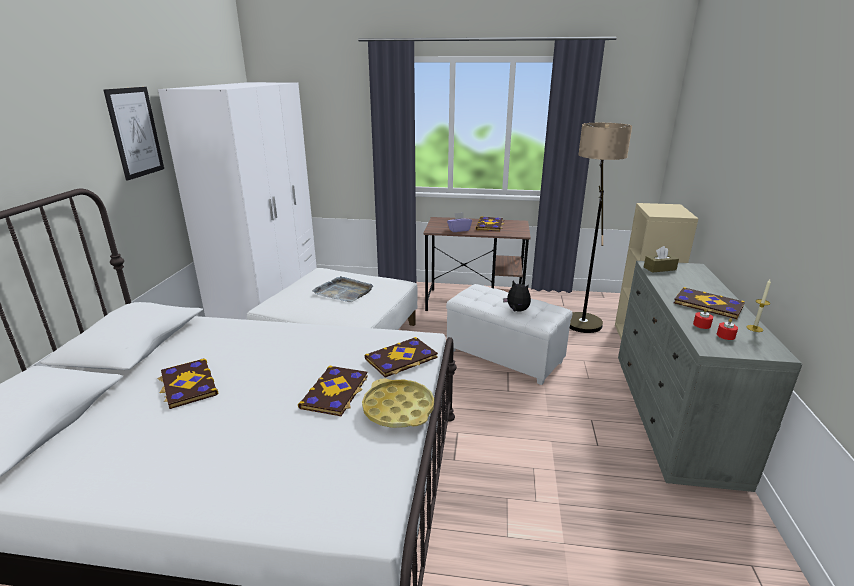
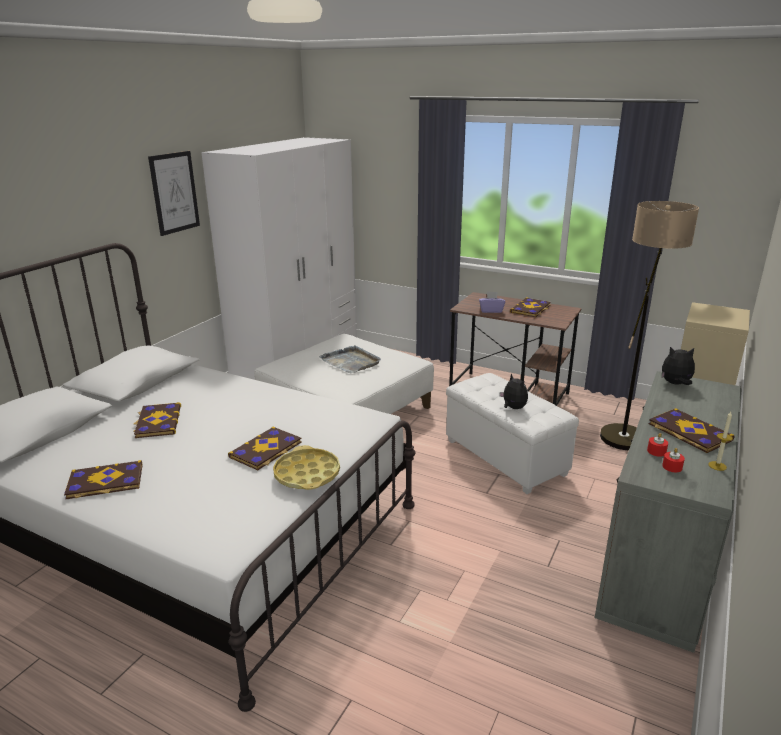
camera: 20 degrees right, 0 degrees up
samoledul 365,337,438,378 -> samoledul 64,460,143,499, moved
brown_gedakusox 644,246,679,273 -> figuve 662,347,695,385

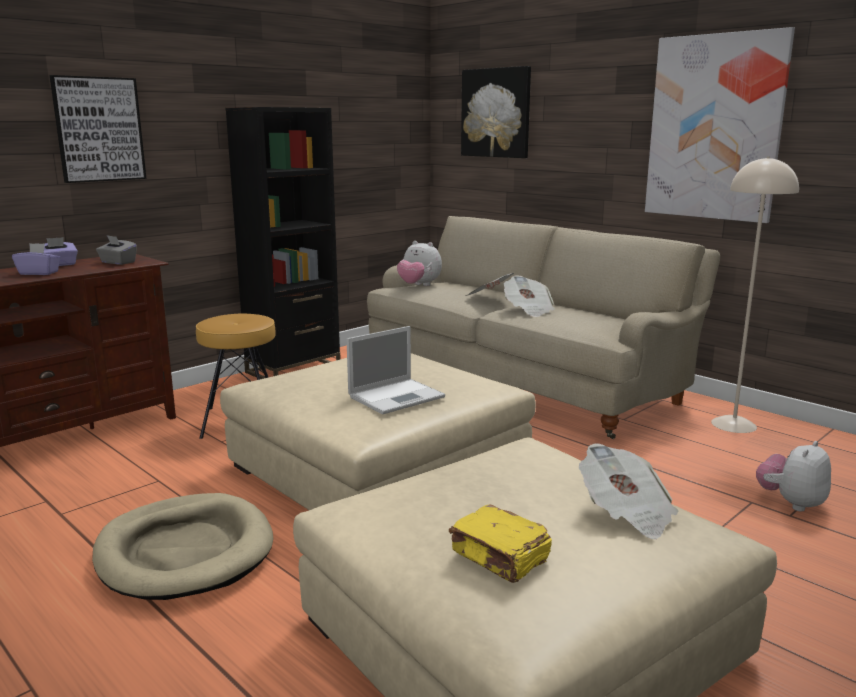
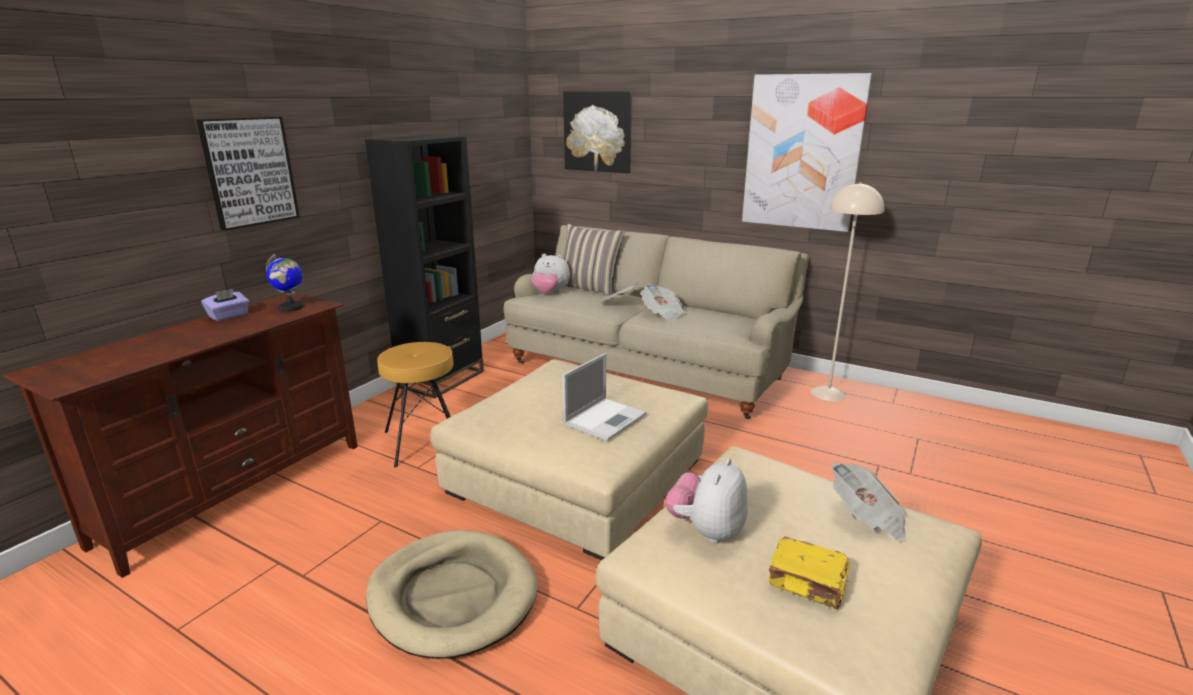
camera: 15 degrees left, 5 degrees up
grey_gedakusox 96,235,137,265 -> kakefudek 266,254,304,312
none -> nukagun 563,224,625,296
figuve 756,441,831,512 -> figuve 665,458,748,543, moved
purple_gedakusox 12,243,61,275 -> none

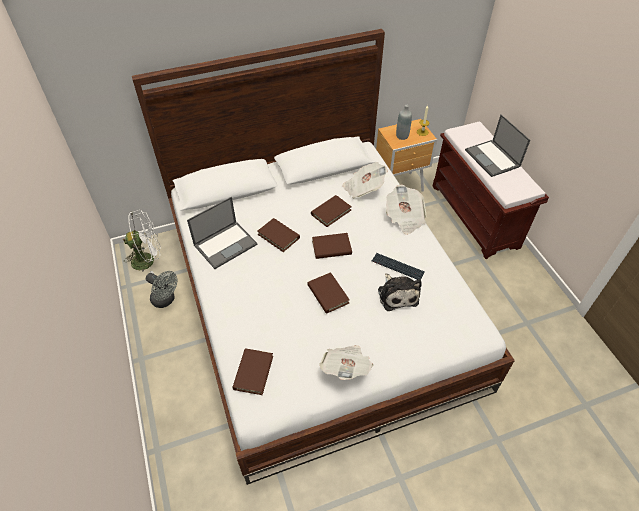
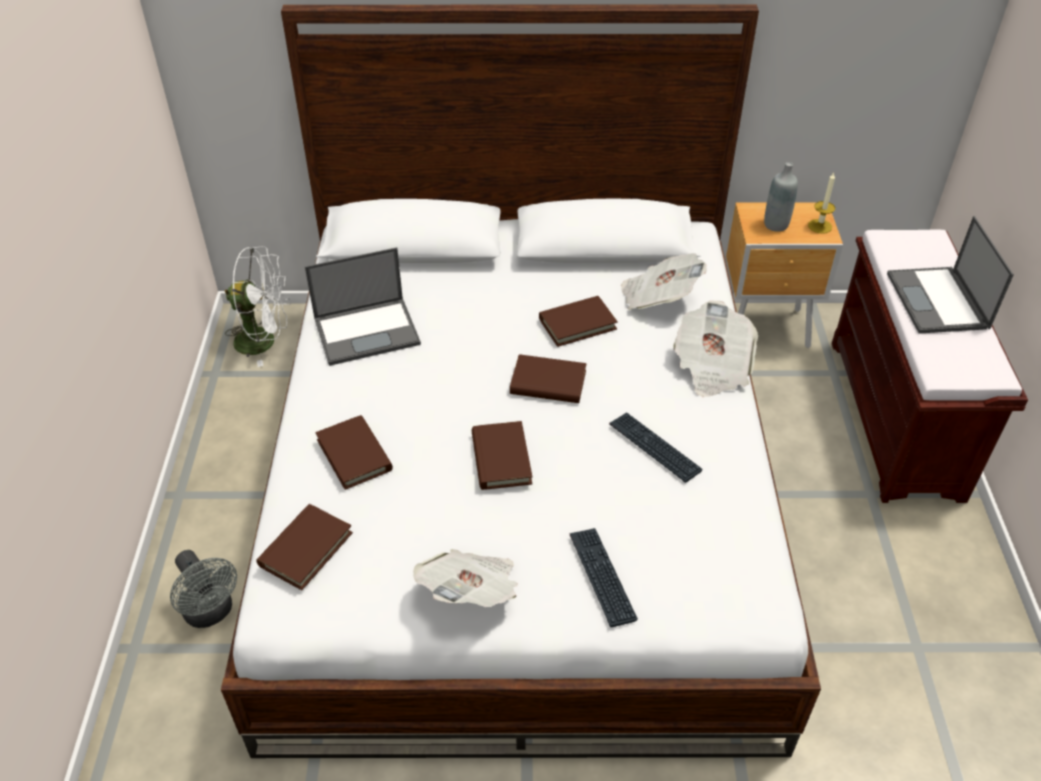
camera: 20 degrees right, 5 degrees down
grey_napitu 146,271,177,308 -> grey_napitu 170,550,237,628, moved
brown_samoledul 257,218,300,252 -> brown_samoledul 315,415,393,490, moved
none -> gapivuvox 569,528,638,627
figuve 378,273,422,311 -> none

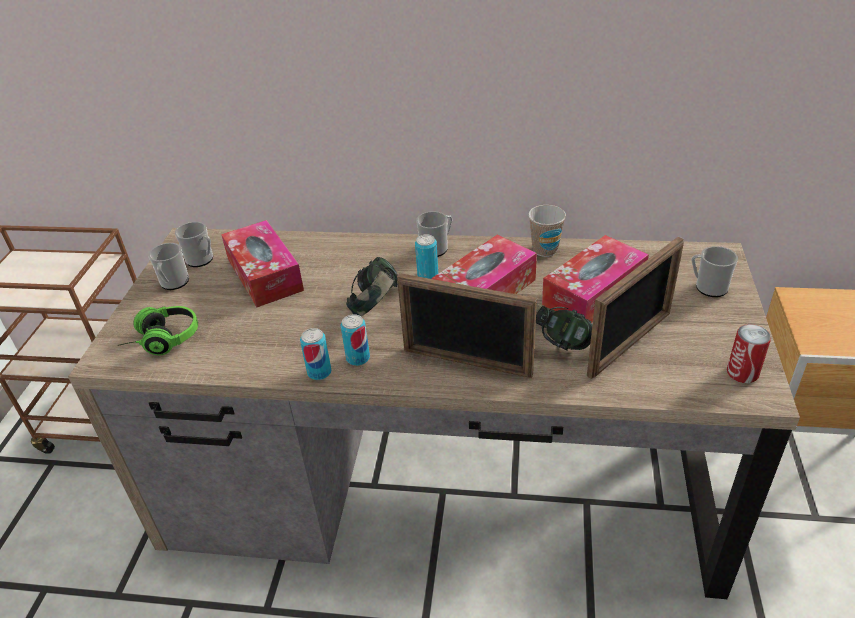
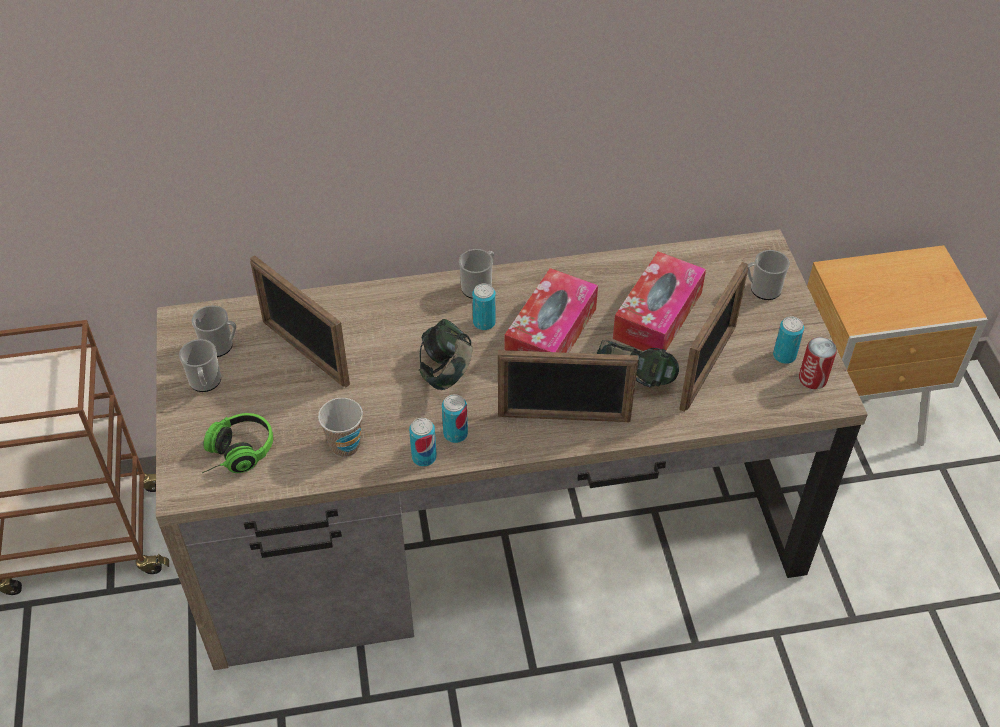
camera: 20 degrees left, 10 degrees up
gedakusox 221,220,304,307 -> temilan 250,255,350,388
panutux 528,205,566,257 -> panutux 318,398,363,457, moved
none -> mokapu 773,317,804,364

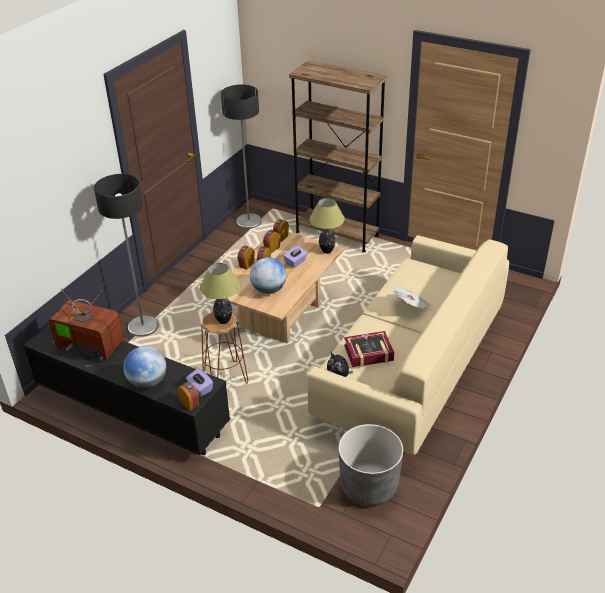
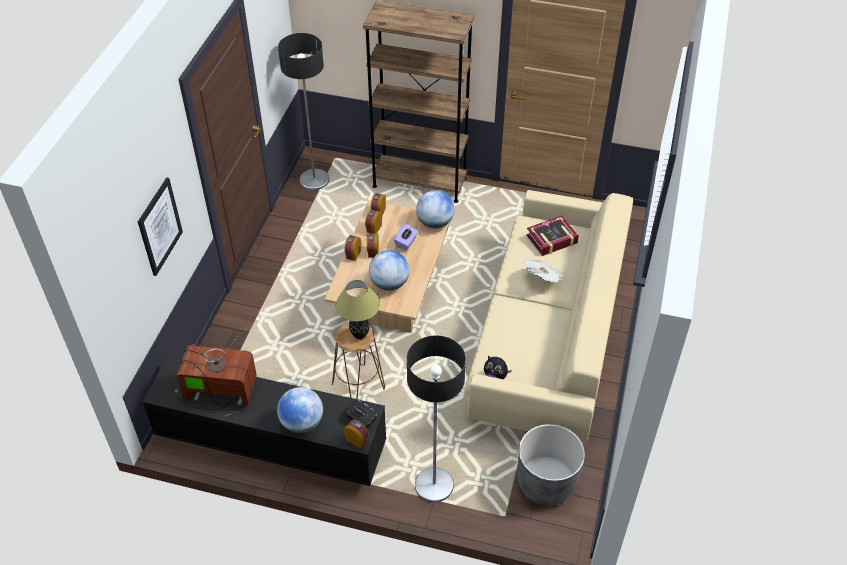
camera: 15 degrees left, 10 degrees up
none -> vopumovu 138,177,183,276
purple_gedakusox 186,368,213,397 -> black_gedakusox 345,399,377,428
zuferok 94,174,159,337 -> zuferok 407,335,466,503, moved
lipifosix 309,198,345,254 -> kakefudek 416,190,454,229
samoledul 344,331,394,367 -> samoledul 526,216,579,256, moved

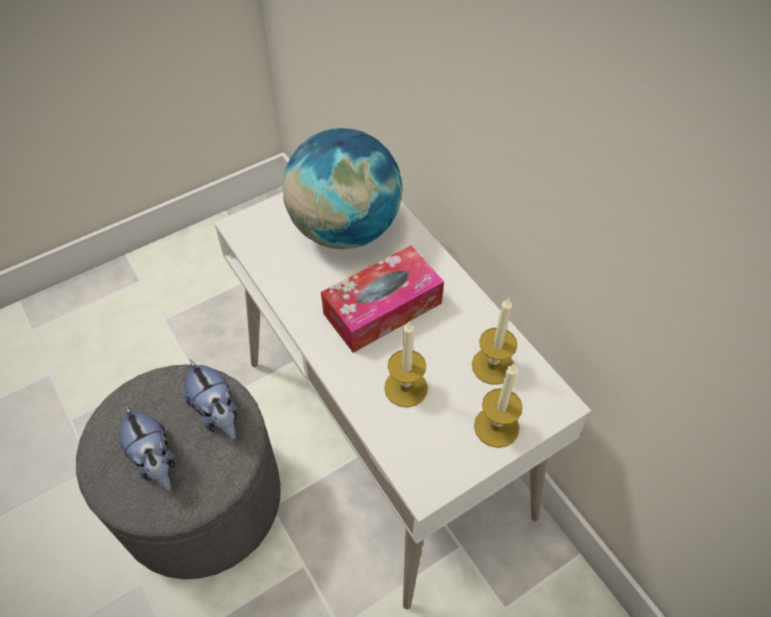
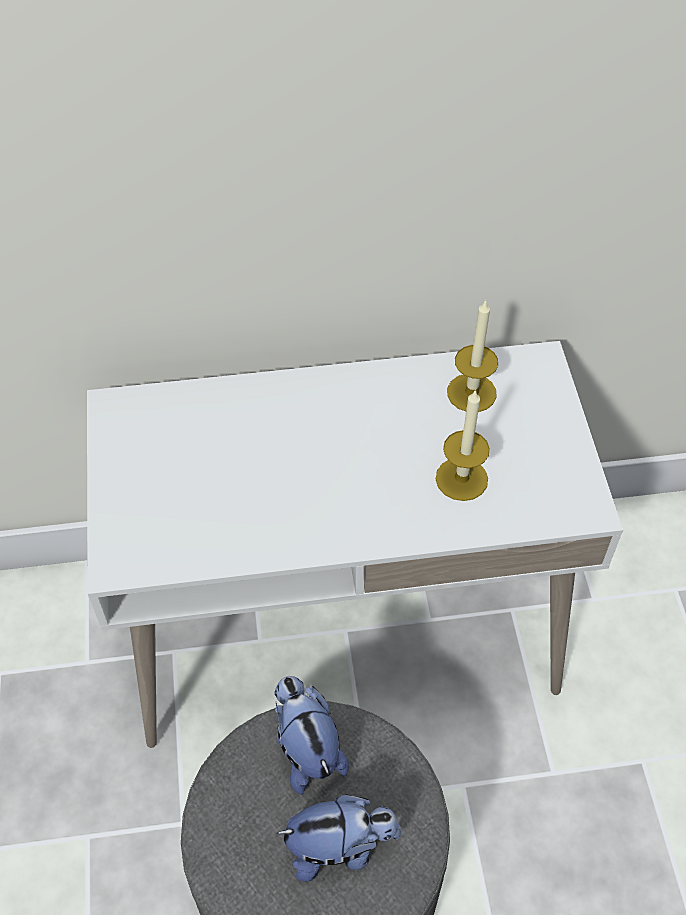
camera: 65 degrees left, 0 degrees up
figuve 184,359,238,440 -> figuve 274,676,349,795, 105 degrees counterclockwise
kakefudek 282,128,402,249 -> none
gedakusox 321,245,444,353 -> none
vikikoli 474,363,523,448 -> none

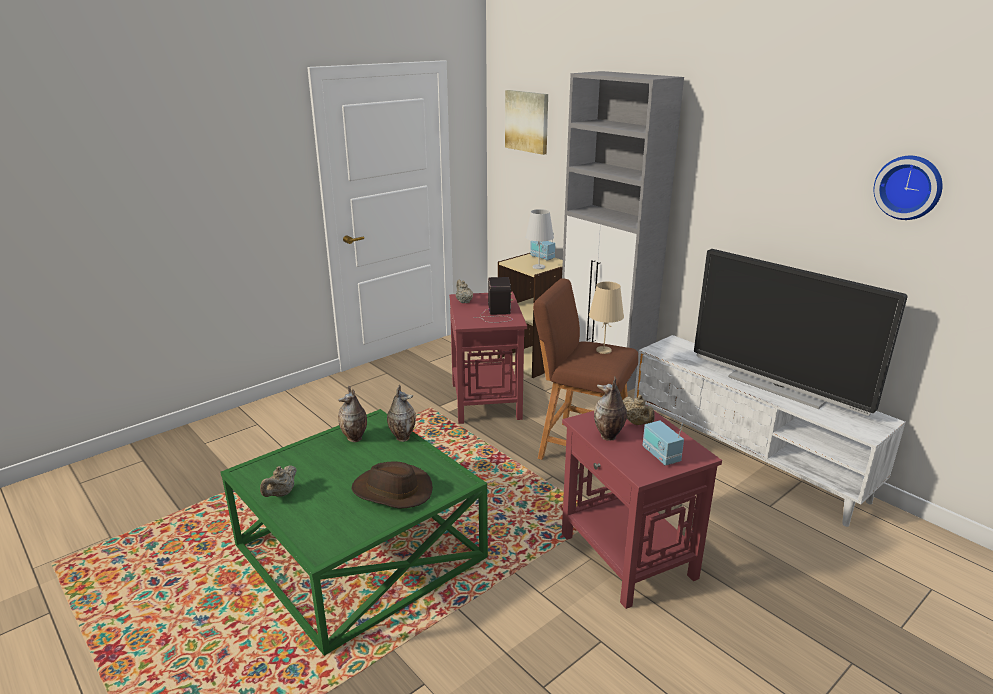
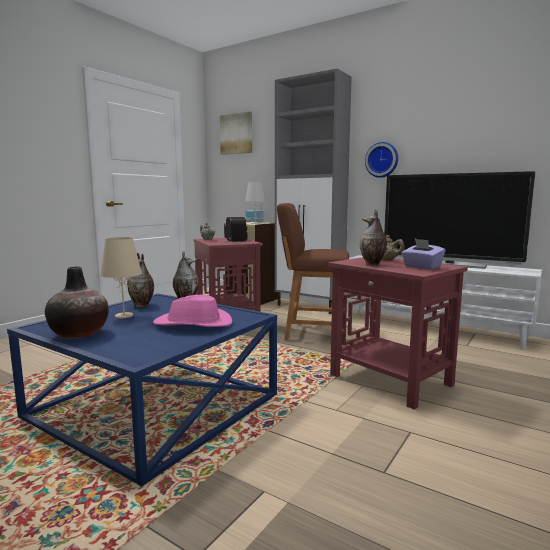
camera: 15 degrees left, 15 degrees down
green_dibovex 220,409,488,656 -> blue_dibovex 7,294,277,487
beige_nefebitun 260,465,297,497 -> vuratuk 45,266,109,338
beige_lipifosix 589,282,624,354 -> beige_lipifosix 100,237,142,318, moved
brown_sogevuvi 351,462,433,509 -> pink_sogevuvi 153,295,232,327
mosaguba 874,156,943,220 -> mosaguba 365,142,398,178, moved
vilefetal 643,420,684,465 -> purple_gedakusox 402,239,445,269

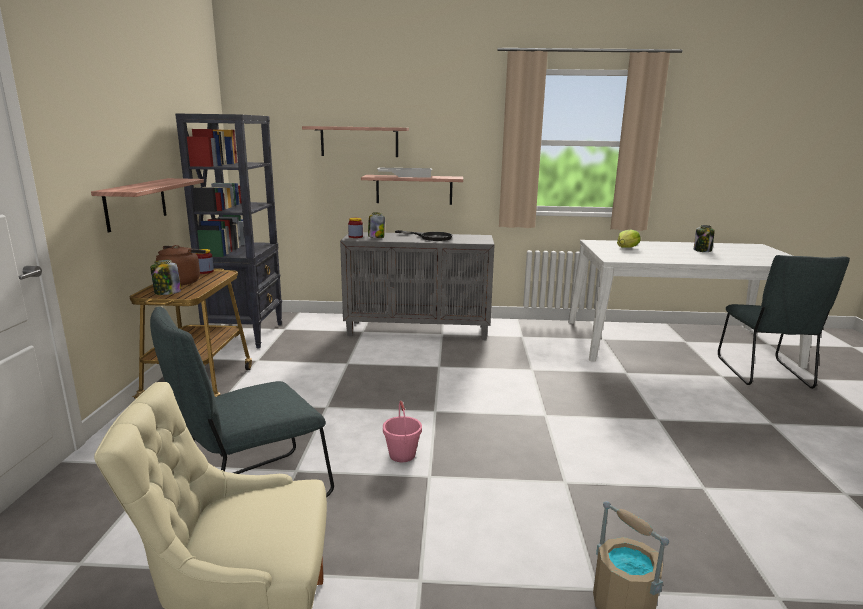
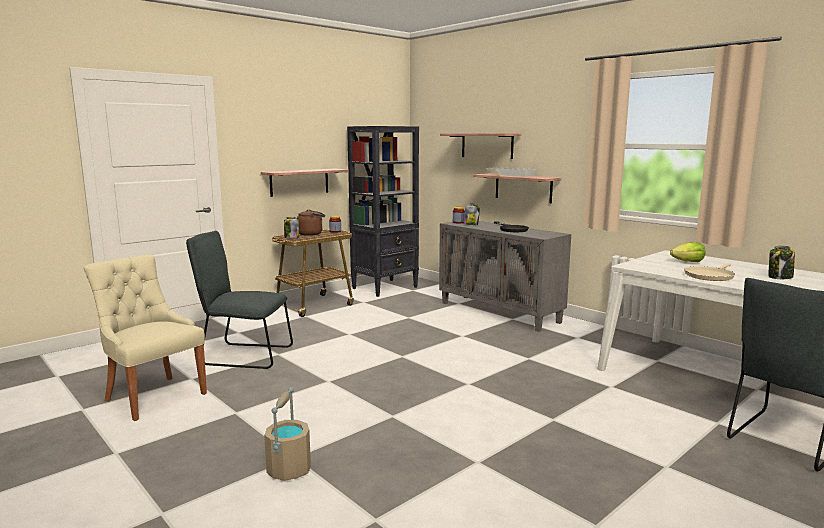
camera: 45 degrees right, 5 degrees down
none -> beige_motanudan 684,263,735,281
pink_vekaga 383,401,422,462 -> none

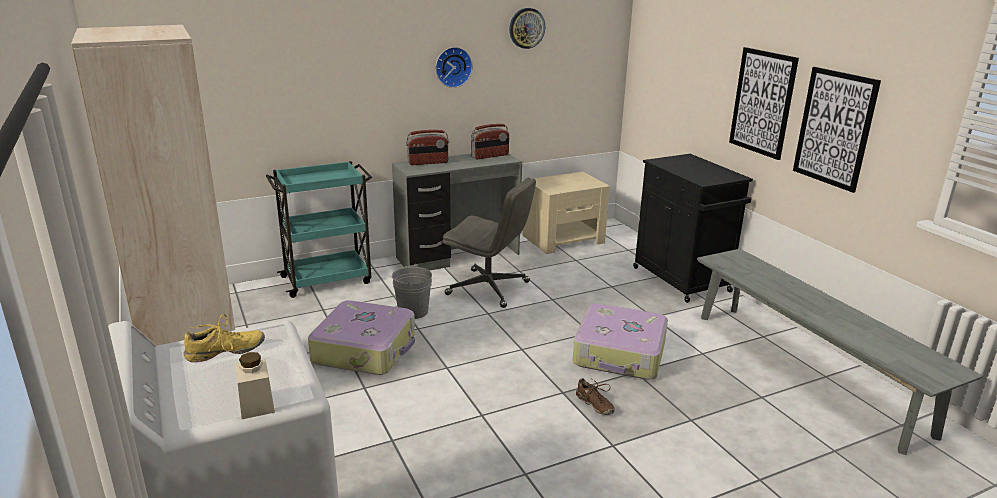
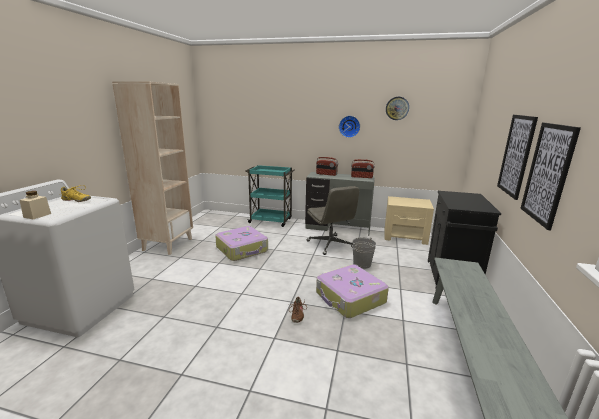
camera: 40 degrees right, 5 degrees down
grey_vekaga 392,264,432,319 -> grey_vekaga 352,237,376,269, moved

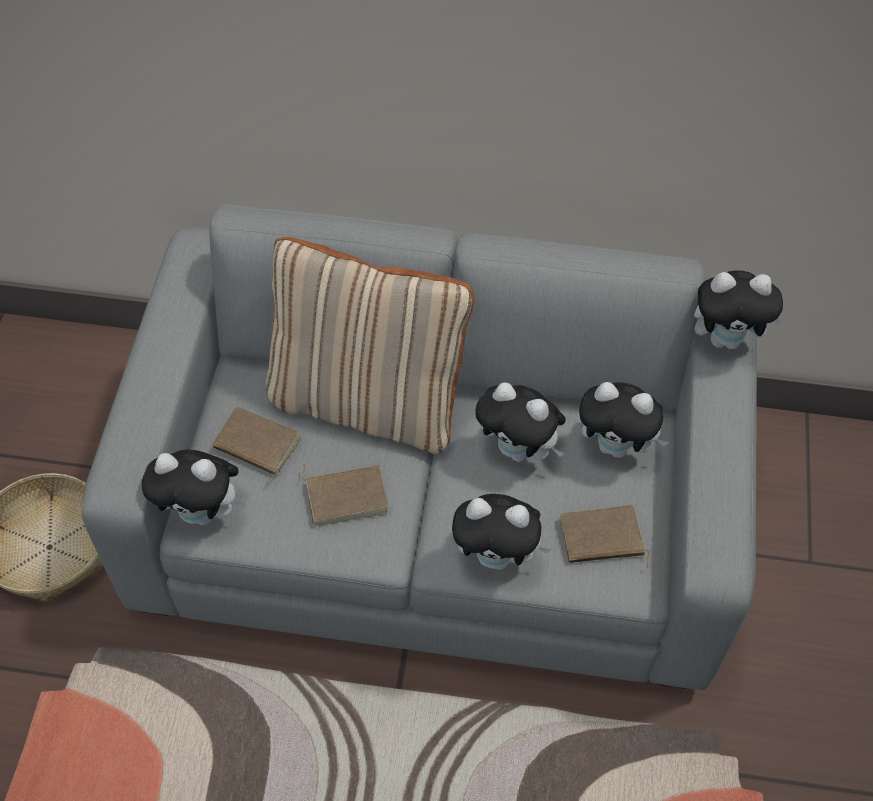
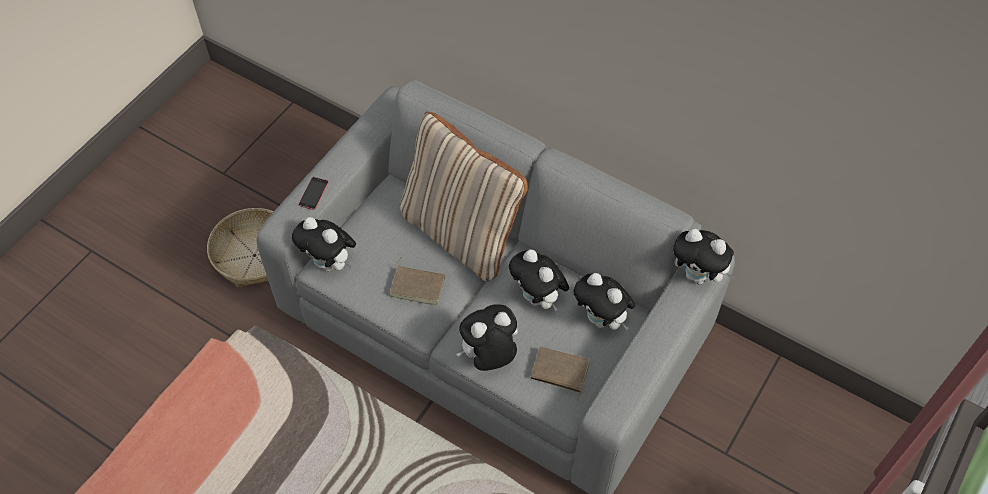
camera: 25 degrees right, 0 degrees up
none -> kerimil 298,177,329,210
figuve 452,494,551,570 -> figuve 456,304,518,371, 120 degrees clockwise
brown_samoledul 212,406,302,486 -> none

